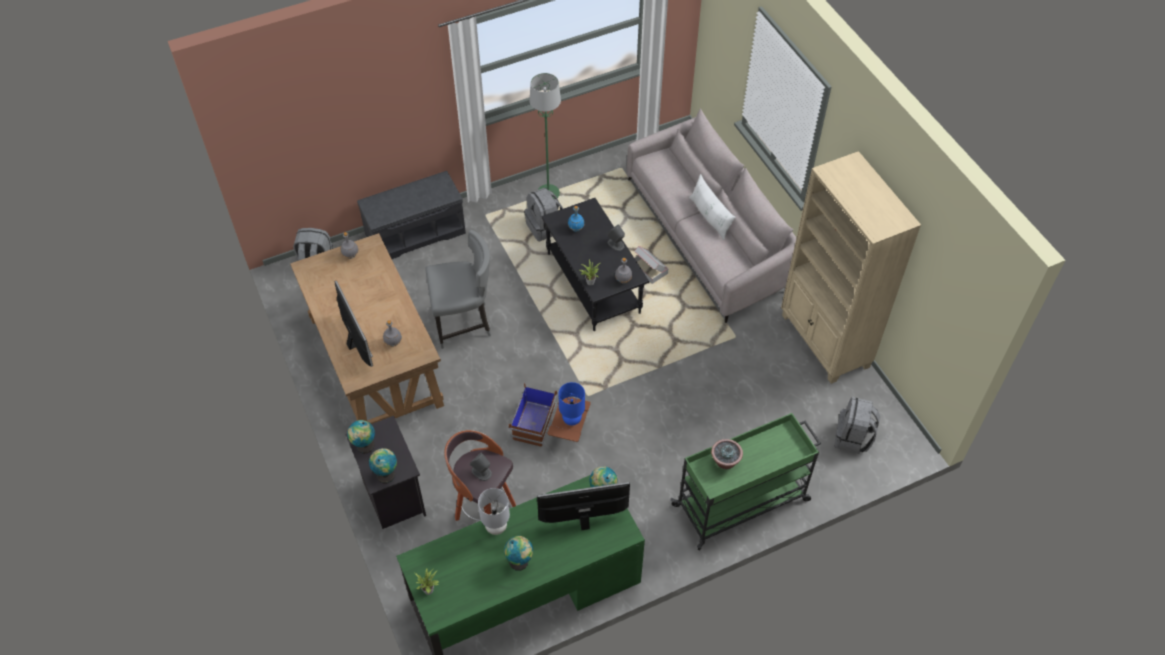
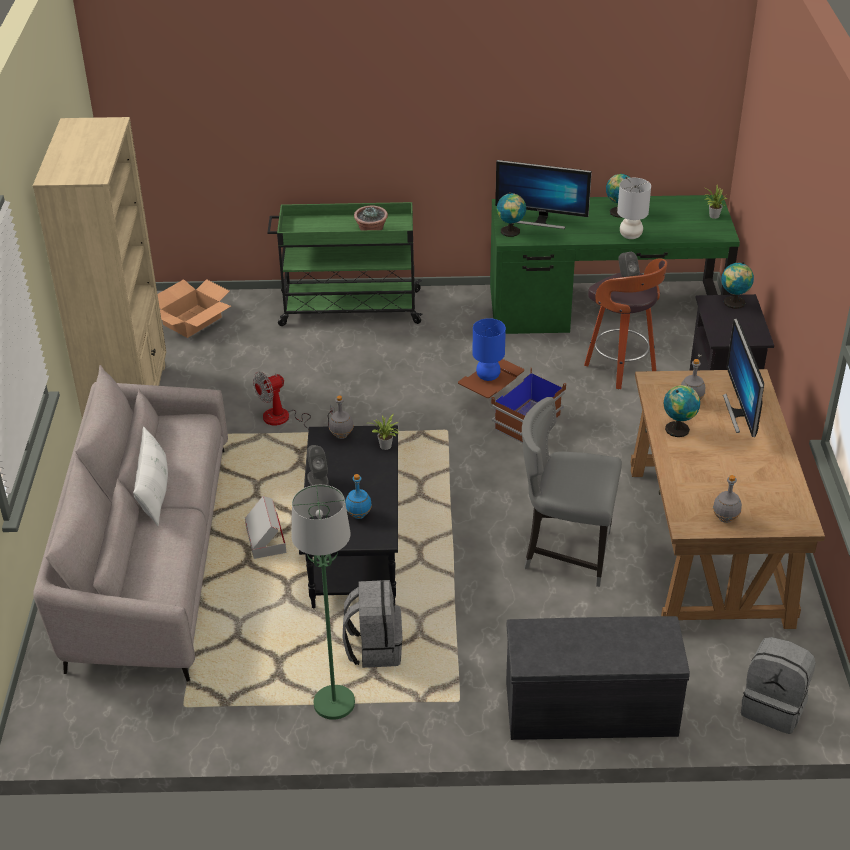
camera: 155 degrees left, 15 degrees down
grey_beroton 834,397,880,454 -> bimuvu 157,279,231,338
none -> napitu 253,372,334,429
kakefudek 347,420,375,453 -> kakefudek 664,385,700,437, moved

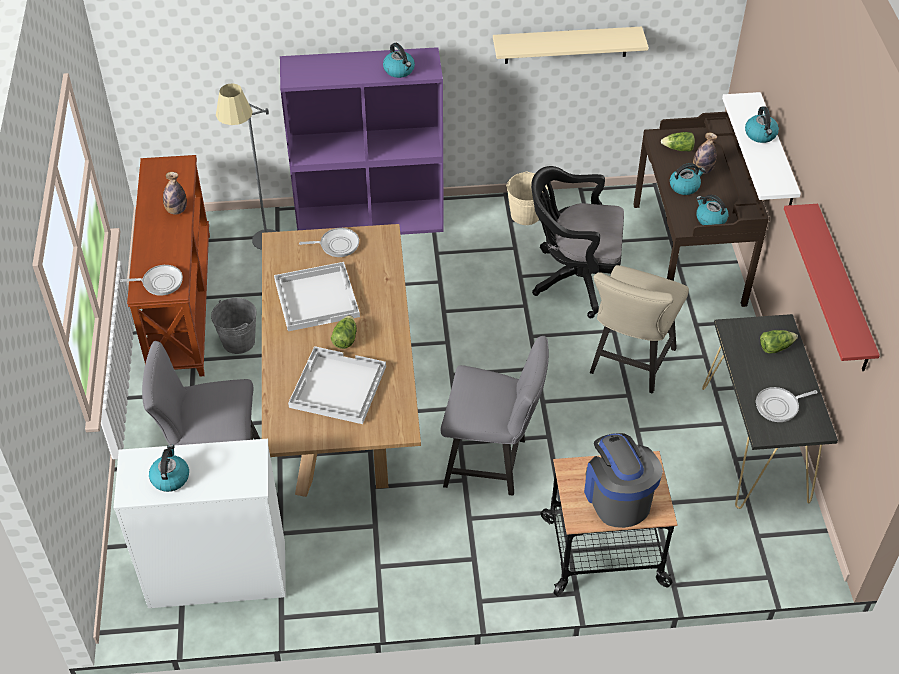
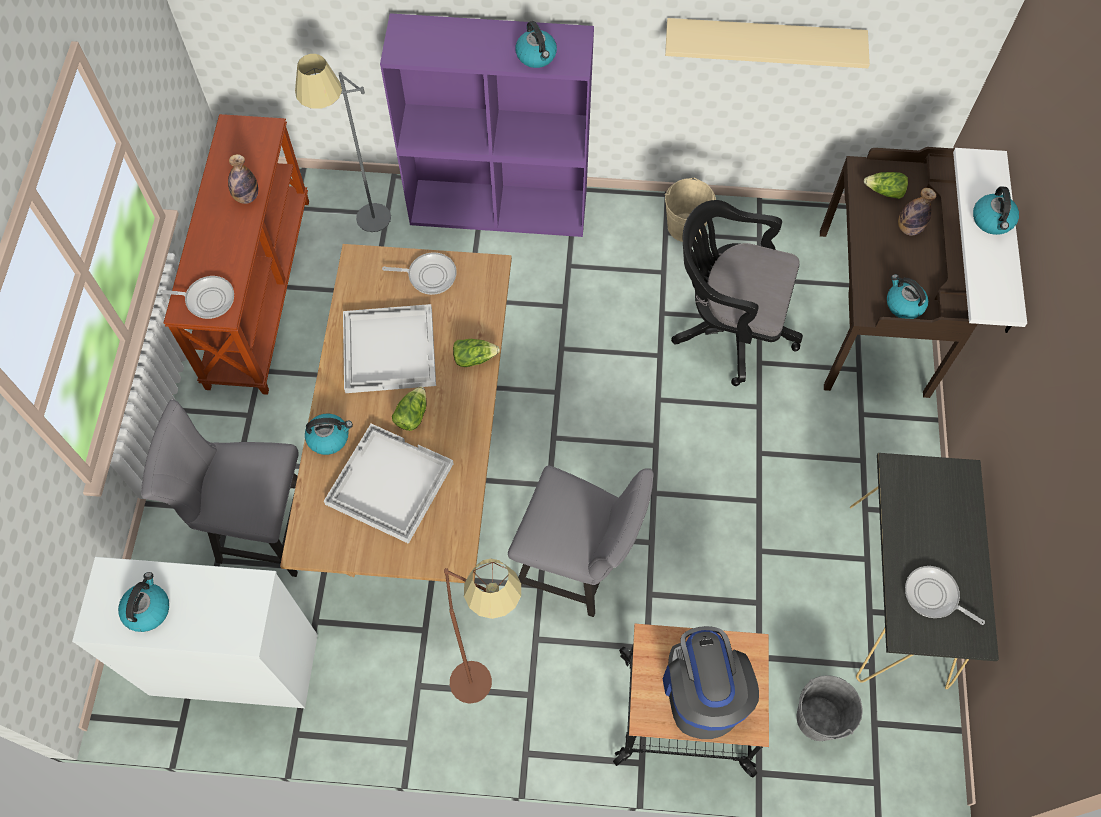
camera: 10 degrees right, 15 degrees up
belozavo 670,163,705,195 -> belozavo 305,414,353,455, moved
none -> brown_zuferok 444,559,521,704
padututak 760,330,798,353 -> padututak 453,339,500,367, moved
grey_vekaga 211,298,257,354 -> grey_vekaga 797,675,863,741, moved
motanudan 756,387,817,422 -> motanudan 905,566,985,625, 45 degrees clockwise
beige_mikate 590,265,689,393 -> none
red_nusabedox 784,204,880,371 -> none

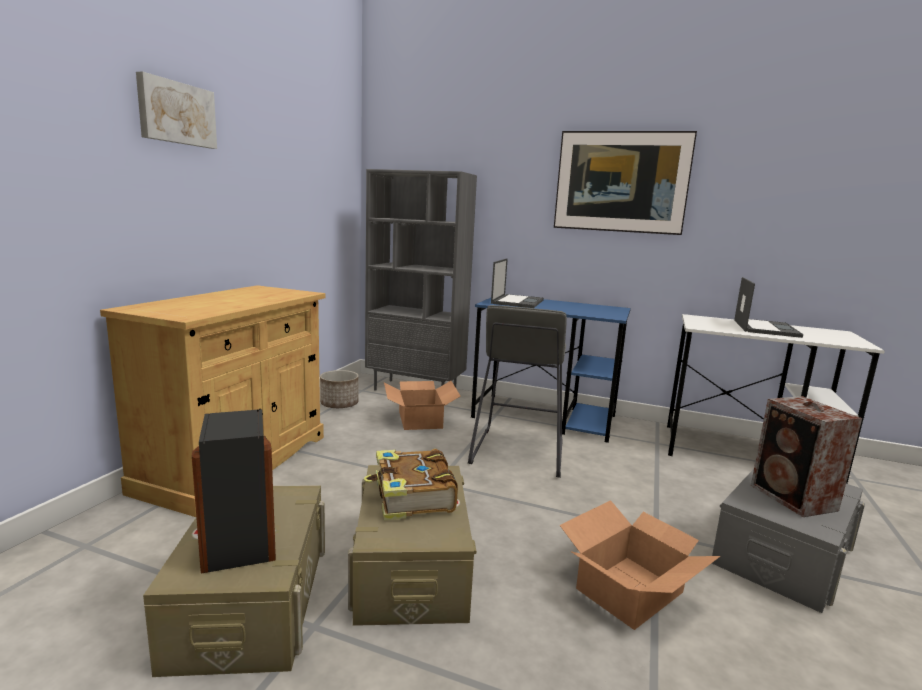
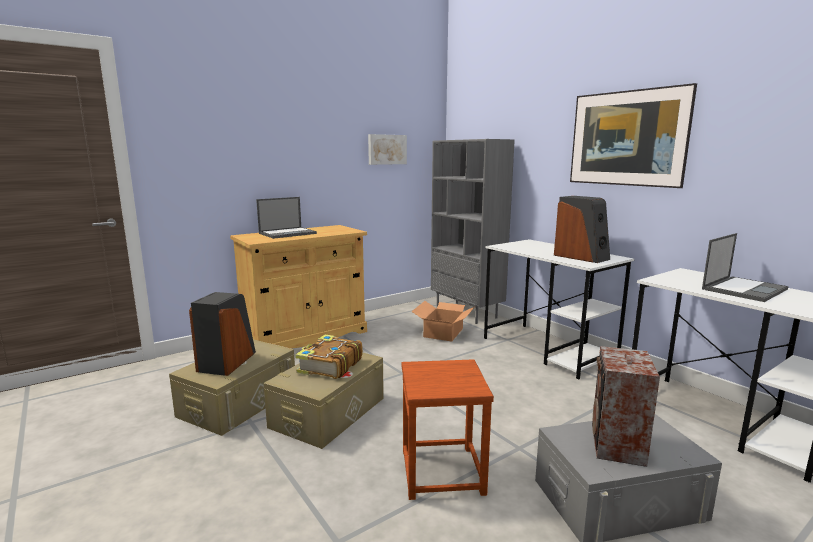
camera: 35 degrees right, 0 degrees up
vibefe 491,258,544,308 -> vibefe 256,197,317,239, moved
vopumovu 136,71,217,149 -> vopumovu 368,134,407,165, moved
bimuvu 560,500,720,630 -> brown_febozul 402,359,494,500
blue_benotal 471,298,631,443 -> white_benotal 484,239,634,379
none -> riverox 554,196,610,263
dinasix 320,370,359,408 -> none
grey_febozul 468,305,567,478 -> none

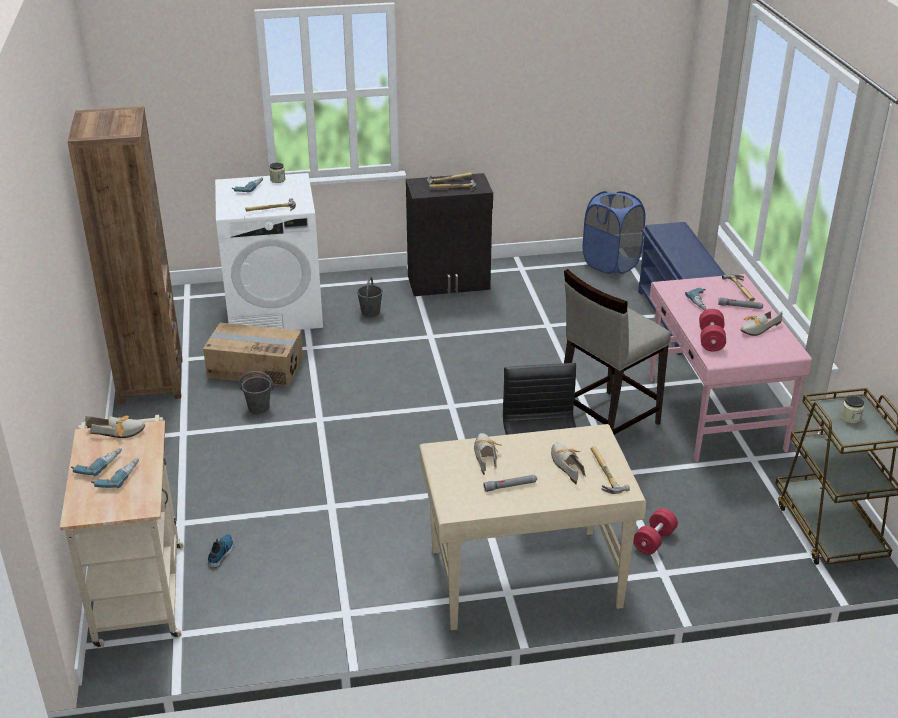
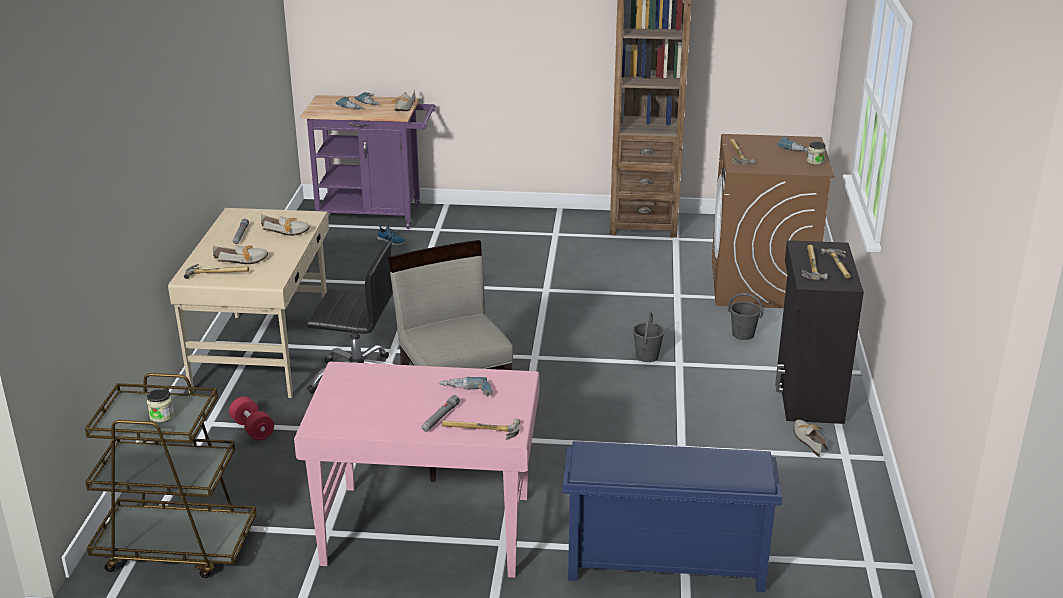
camera: 105 degrees right, 5 degrees down
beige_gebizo 60,415,184,648 -> purple_gebizo 300,95,436,229
grey_vekaga 239,371,274,414 -> grey_vekaga 633,312,665,362, moved
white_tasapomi 215,173,323,330 -> brown_tasapomi 712,134,835,308
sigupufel 741,311,782,336 -> sigupufel 793,419,828,457, moved
bimuvu 203,323,303,386 -> none
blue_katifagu 583,191,645,274 -> none
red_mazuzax 699,309,726,352 -> none

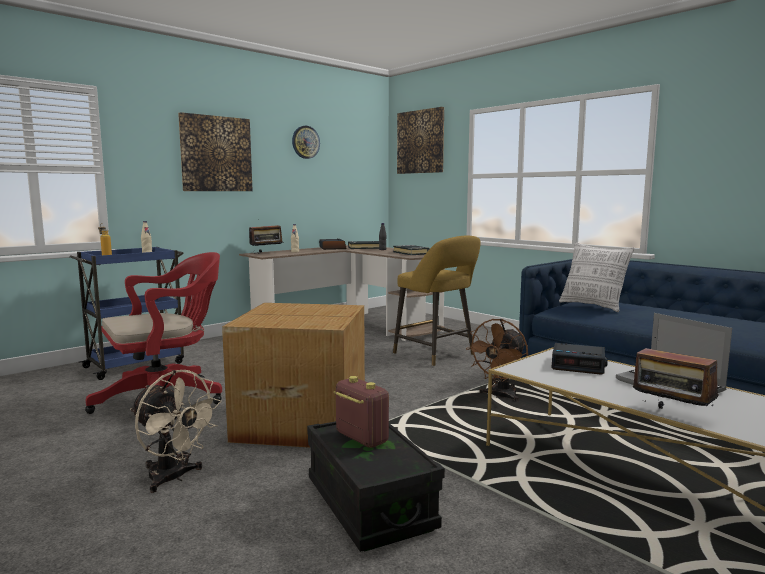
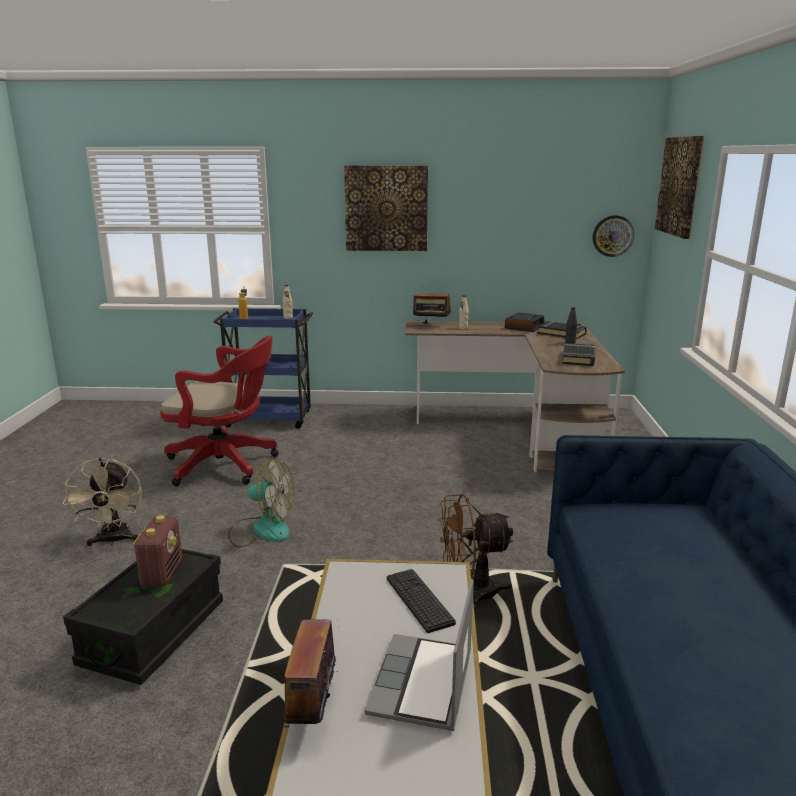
camera: 45 degrees right, 10 degrees up
bimuvu 222,303,365,448 -> napitu 228,459,294,548
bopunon 551,343,608,375 -> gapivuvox 387,569,456,633
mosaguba 292,126,320,159 -> mosaguba 593,215,634,257, moved
yellow_febozul 393,236,481,366 -> none
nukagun 559,242,634,312 -> none

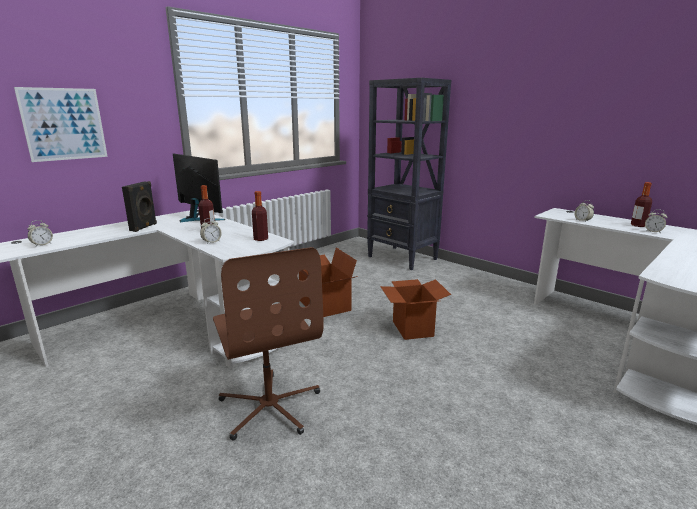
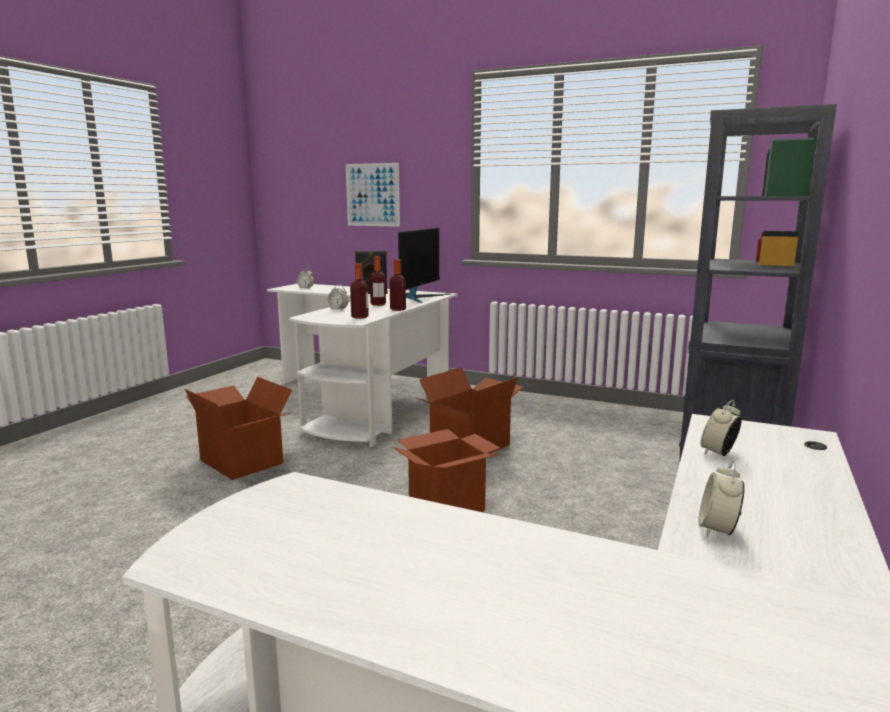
camera: 70 degrees right, 5 degrees down
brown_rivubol 213,247,324,441 -> bimuvu 185,377,292,480
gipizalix 631,182,652,227 -> gipizalix 390,259,406,311, moved

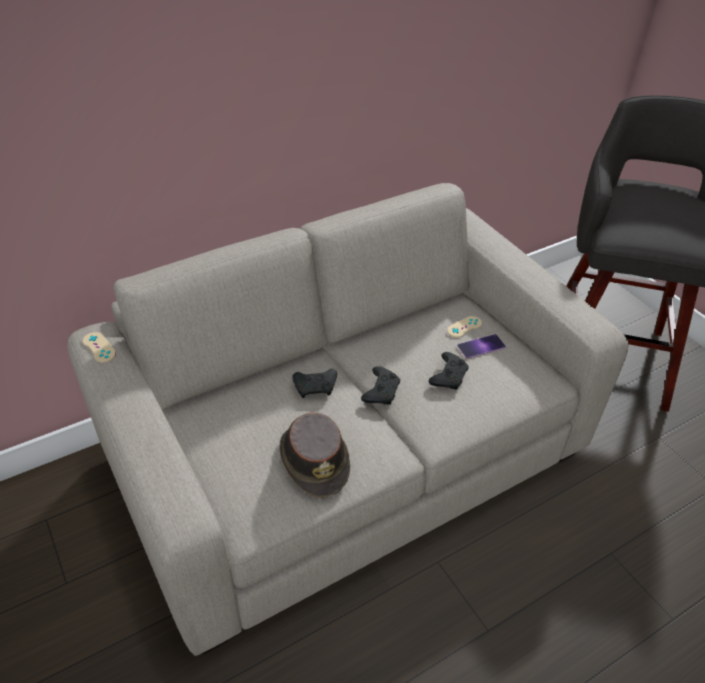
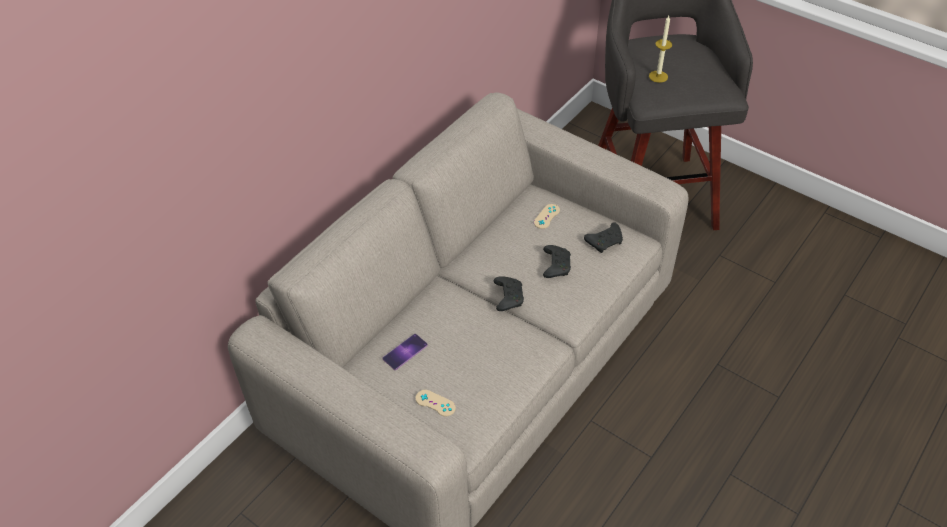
camera: 20 degrees left, 5 degrees up
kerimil 457,334,506,359 -> kerimil 382,333,428,370, moved
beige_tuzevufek 83,332,116,362 -> beige_tuzevufek 416,390,456,416, moved
black_tuzevufek 292,369,337,398 -> black_tuzevufek 584,222,623,253, moved
none -> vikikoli 649,16,672,83
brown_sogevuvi 279,412,350,499 -> none

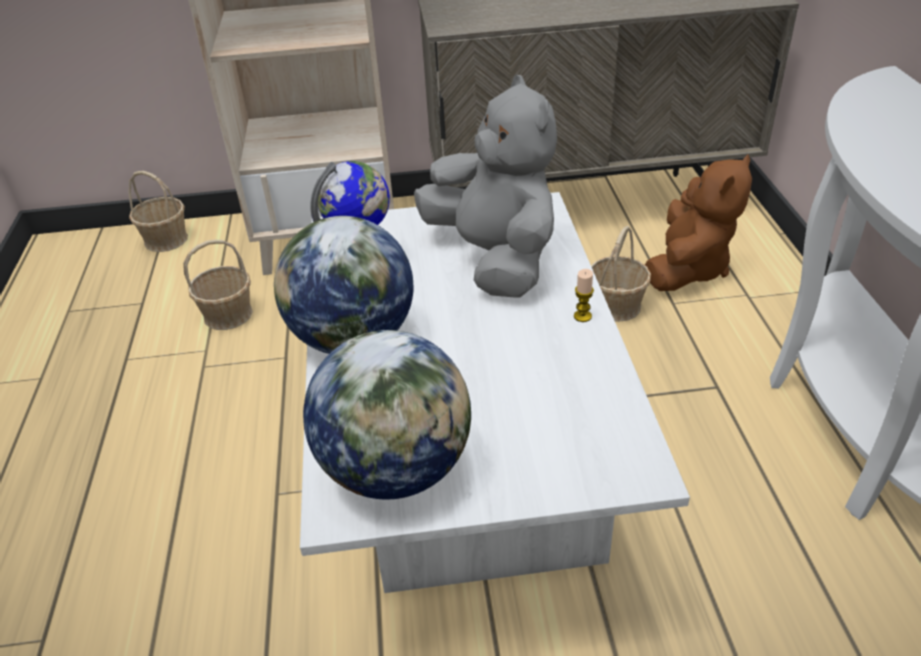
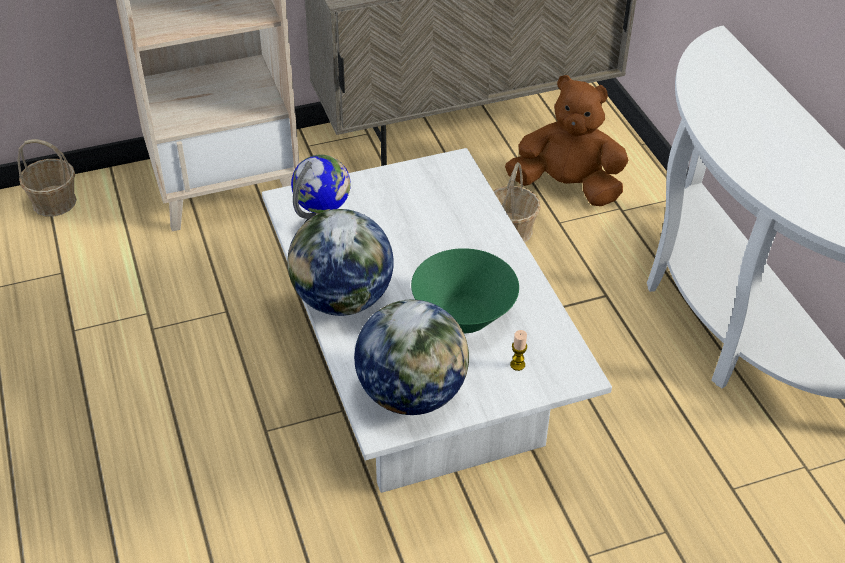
camera: 15 degrees left, 5 degrees up
none -> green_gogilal 411,248,519,333
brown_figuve 645,154,752,291 -> brown_figuve 505,75,628,206, 90 degrees counterclockwise
vikikoli 574,269,594,322 -> vikikoli 510,330,527,371, moved
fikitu 183,240,253,330 -> none
grey_figuve 414,75,557,298 -> none

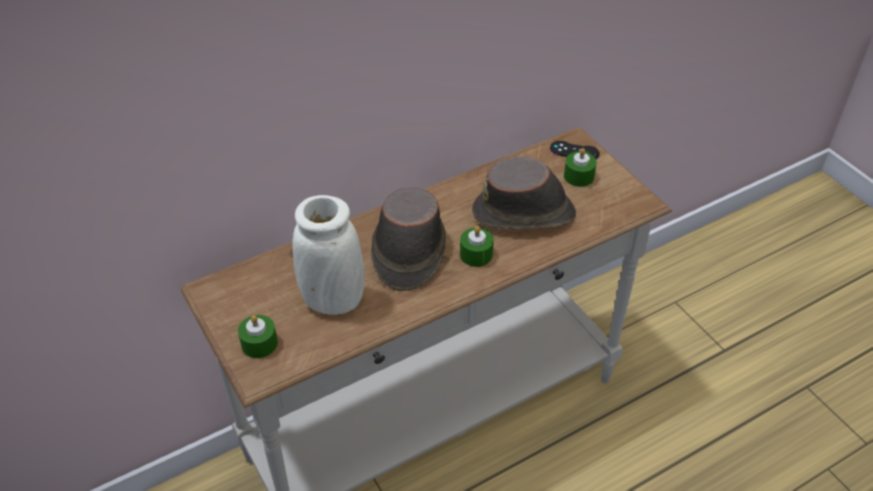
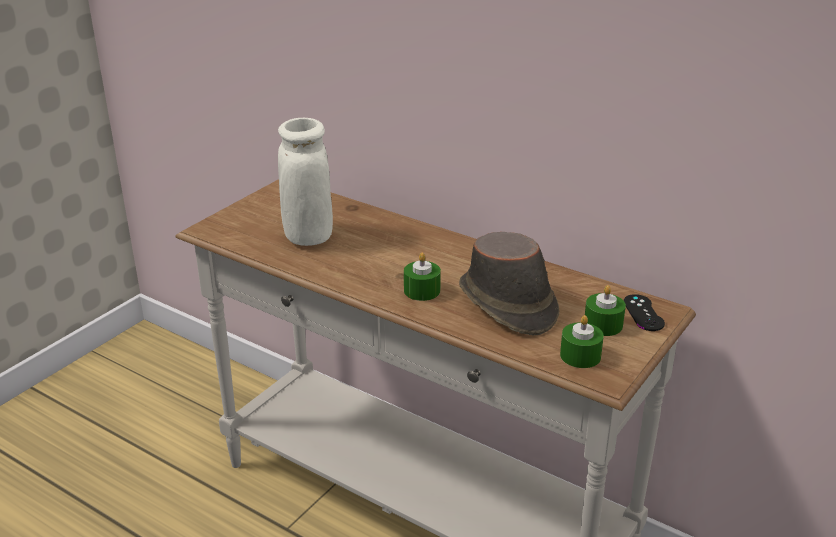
camera: 65 degrees right, 15 degrees down
green_vikikoli 238,315,278,358 -> green_vikikoli 560,315,604,368, moved
brown_sogevuvi 371,187,446,291 -> none

